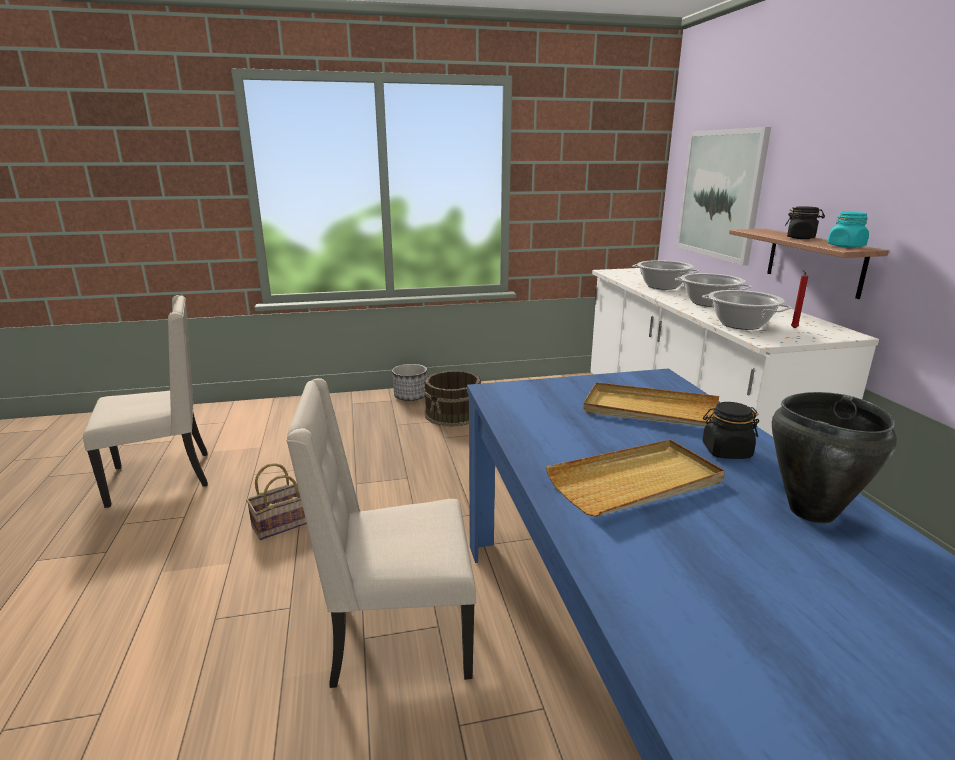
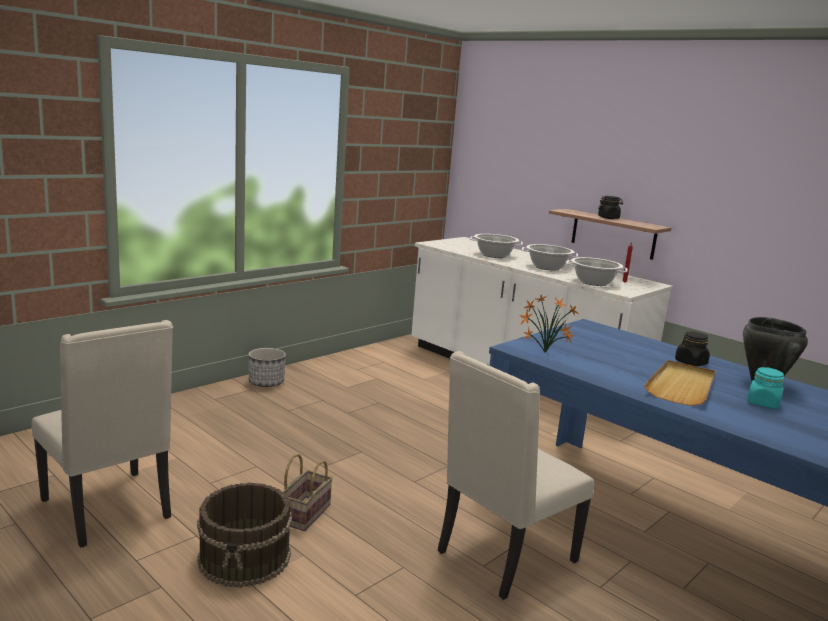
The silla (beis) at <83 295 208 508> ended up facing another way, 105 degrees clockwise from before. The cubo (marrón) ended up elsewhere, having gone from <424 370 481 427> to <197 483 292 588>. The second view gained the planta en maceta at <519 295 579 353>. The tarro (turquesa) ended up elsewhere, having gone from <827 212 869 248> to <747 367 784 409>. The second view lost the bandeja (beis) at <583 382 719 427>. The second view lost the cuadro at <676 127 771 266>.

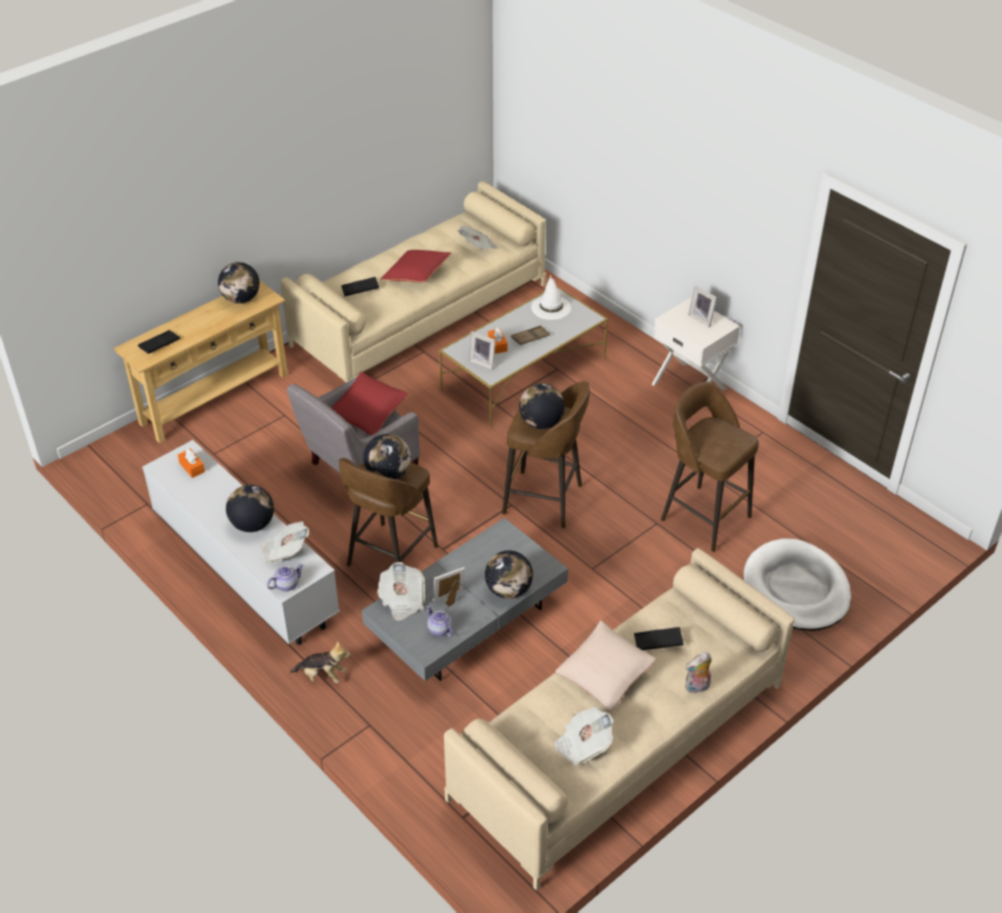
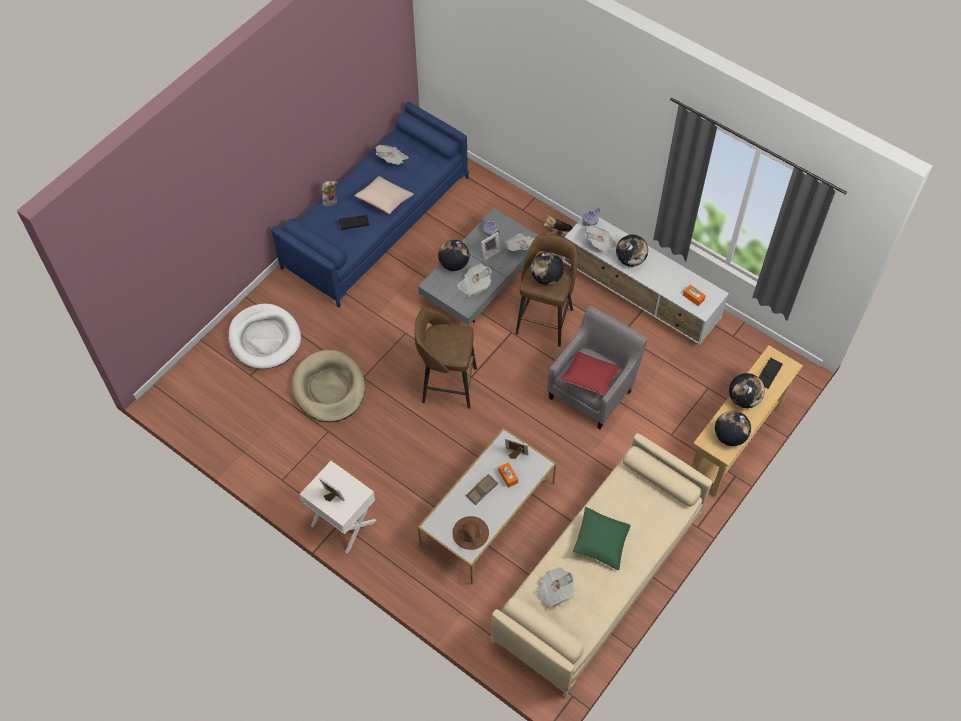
What was the sofá (beis) at <444 548 794 891> turned into the sofá (azul) at <271 102 469 308>. Where the taburete (marrón) stood at <661 381 759 552>, the cama para perro (beis) came to stand at <292 350 365 422>. What was the sombrero (blanco) at <531 275 571 320> turned into the sombrero (marrón) at <452 516 489 550>. The second view gained the periódico at <458 264 492 297>. What was the cojín (rojo) at <381 250 451 283> turned into the cojín (verde) at <573 507 631 570>. The globo terráqueo ended up elsewhere, having gone from <519 384 565 429> to <729 373 765 408>. The second view lost the bandeja (negro) at <341 277 379 296>.

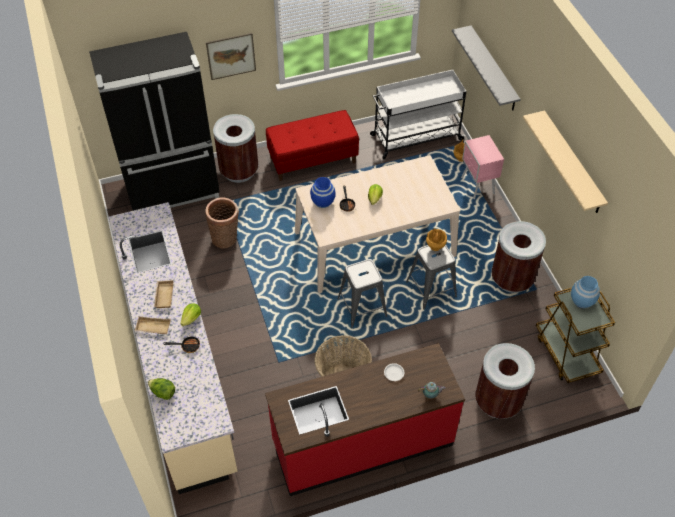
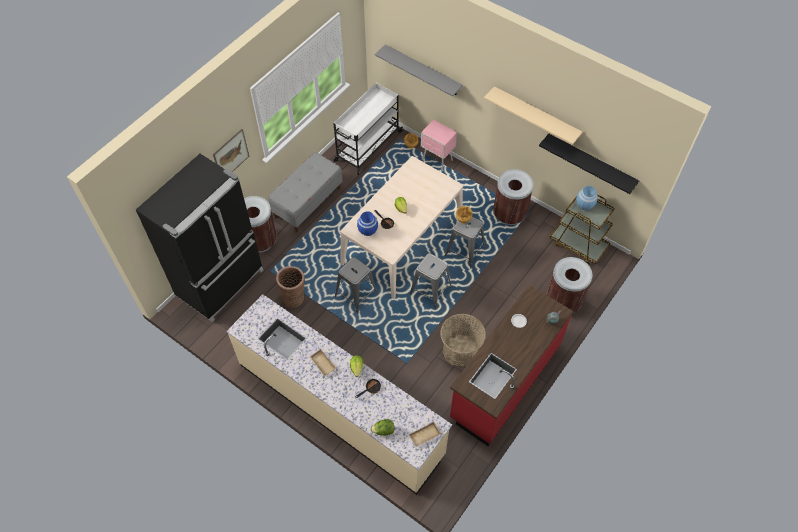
What was the banco (rojo) at <266 110 359 181> turned into the banco (gris) at <268 152 343 232>. The second view gained the taburete (gris) at <335 257 378 314>. The bandeja (beis) ended up elsewhere, having gone from <135 316 171 334> to <409 421 441 447>. The second view gained the estante (negro) at <539 134 639 194>.

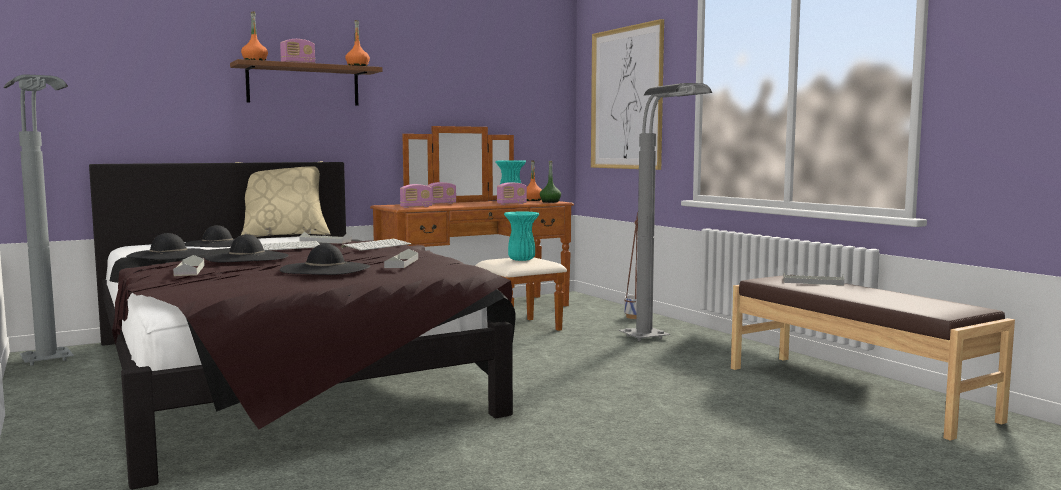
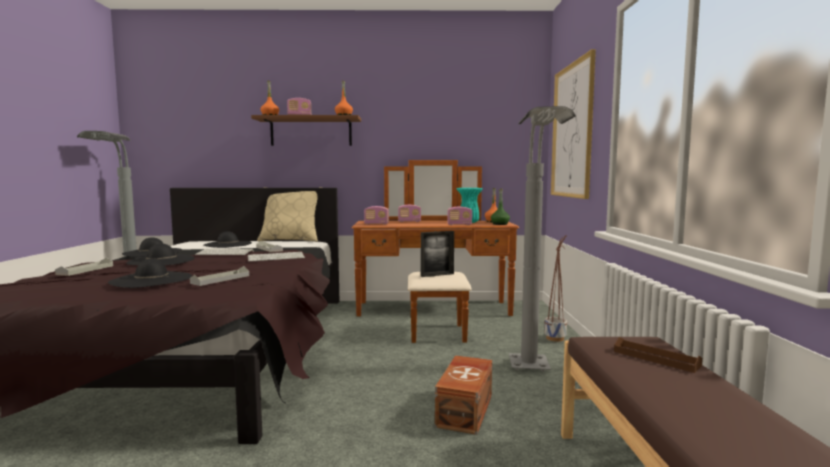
Where the florero (turquesa) stood at <504 212 539 261>, the portarretratos came to stand at <421 231 454 277>. The second view gained the caja de almacenaje (marrón) at <435 355 492 435>. What was the bandeja (gris) at <783 272 844 285> turned into the bandeja (marrón) at <614 337 702 373>.

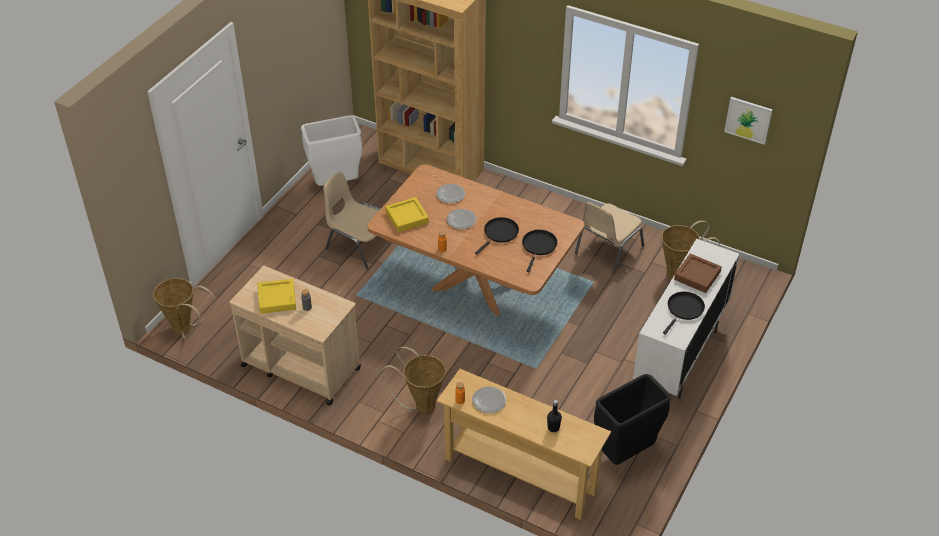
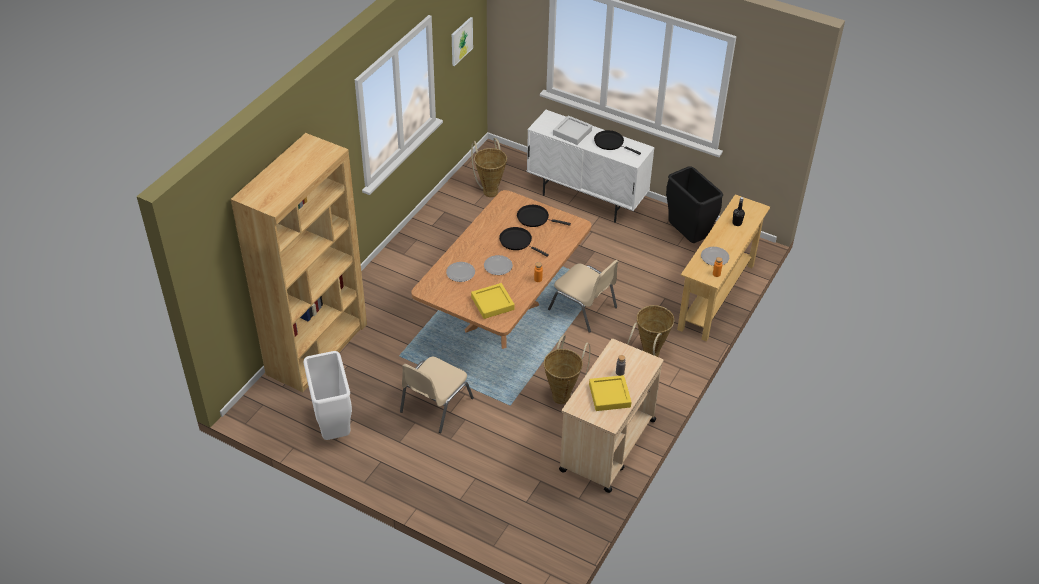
The cesta ended up elsewhere, having gone from <153 278 215 339> to <544 335 591 404>. The silla (beis) ended up elsewhere, having gone from <575 202 644 274> to <548 260 619 333>. What was the bandeja (marrón) at <674 253 722 293> turned into the bandeja (gris) at <553 116 592 145>.

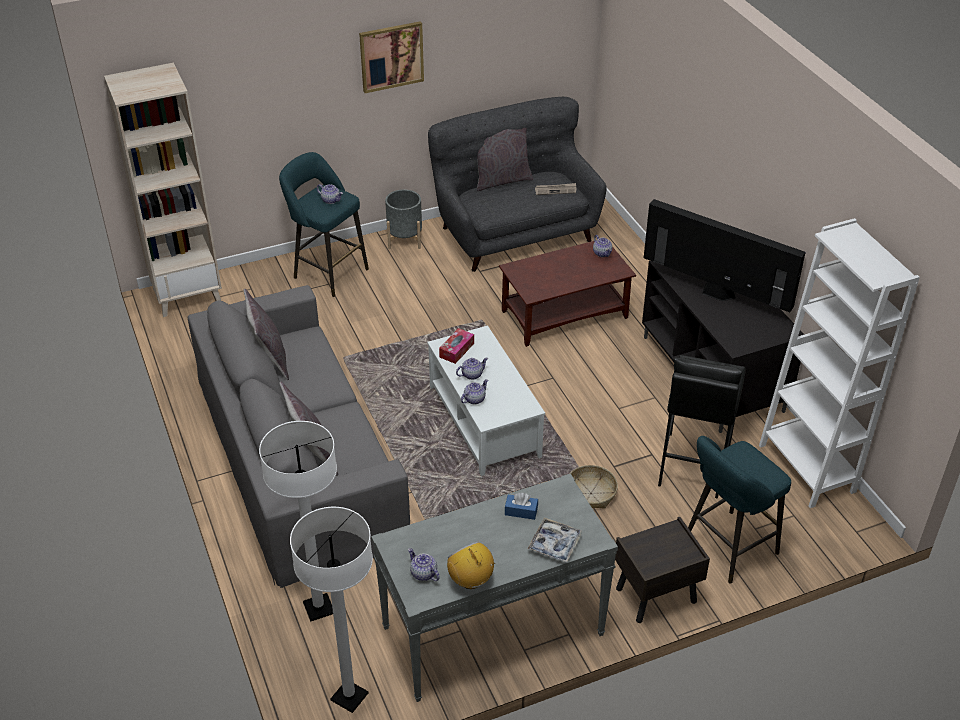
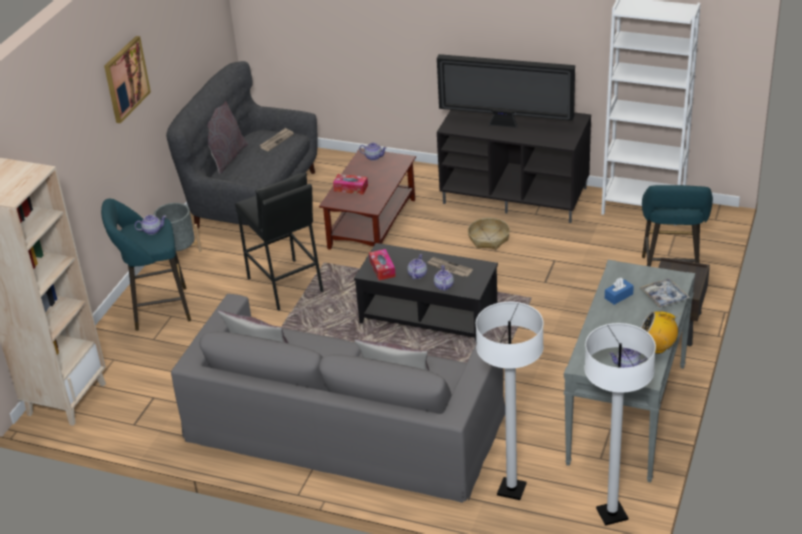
The taburete (negro) ended up elsewhere, having gone from <658 355 746 499> to <235 173 324 311>. The second view gained the caja de pañuelos at <333 174 368 195>. What was the mesa de centro (blanco) at <427 326 545 476> turned into the mesa de centro (negro) at <354 243 498 341>. The second view gained the periódico at <427 257 473 277>. The televisor at <644 199 806 312> ended up facing another way, 150 degrees counterclockwise from before. The cesta ended up elsewhere, having gone from <571 465 618 509> to <468 218 510 249>.

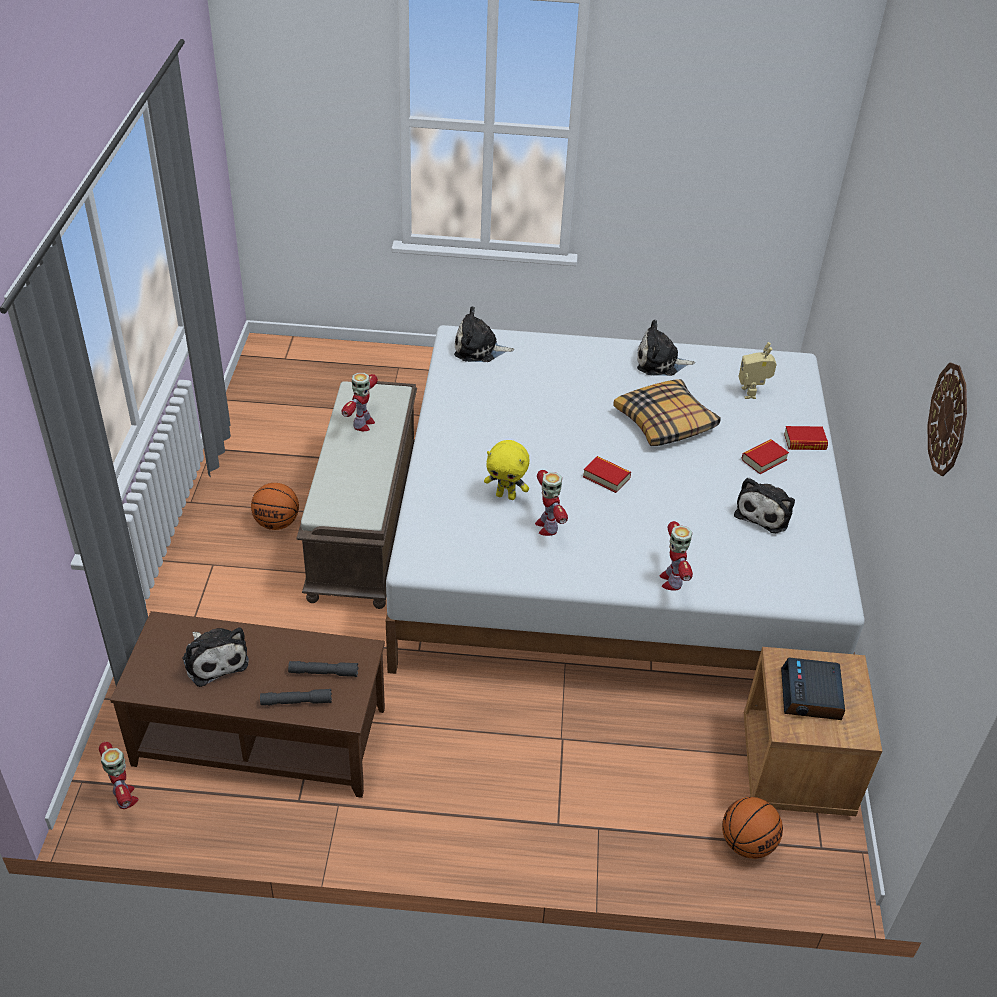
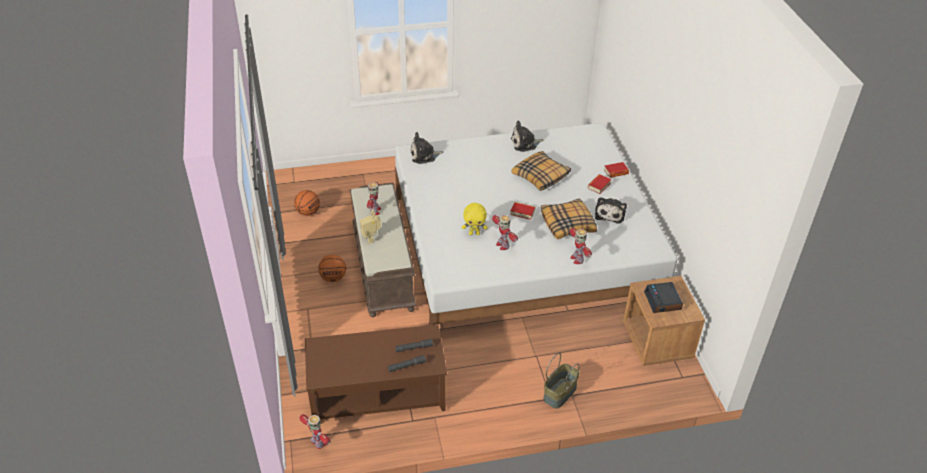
The balón de baloncesto ended up elsewhere, having gone from <722 797 783 859> to <294 190 320 216>. The robot de juguete ended up elsewhere, having gone from <738 342 777 399> to <360 209 381 244>. The second view gained the cojín at <541 198 597 239>. The second view gained the cesta at <543 353 580 409>. The second view lost the peluche at <183 627 249 687>. The second view lost the reloj de pared at <927 363 967 476>.

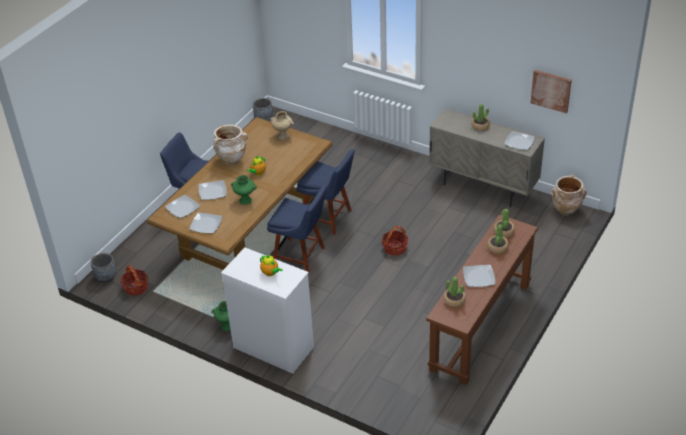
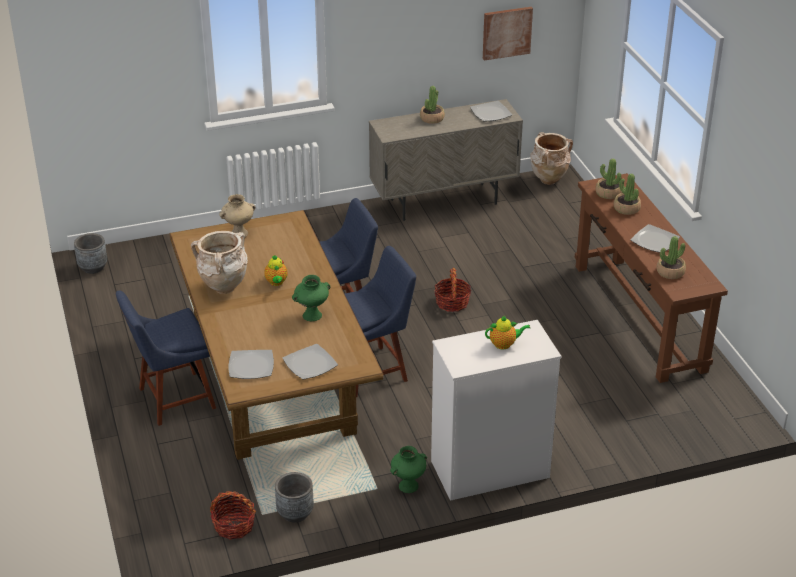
The maceta (gris) ended up elsewhere, having gone from <90 253 116 283> to <275 472 314 523>. The second view lost the plato at <199 180 227 200>.

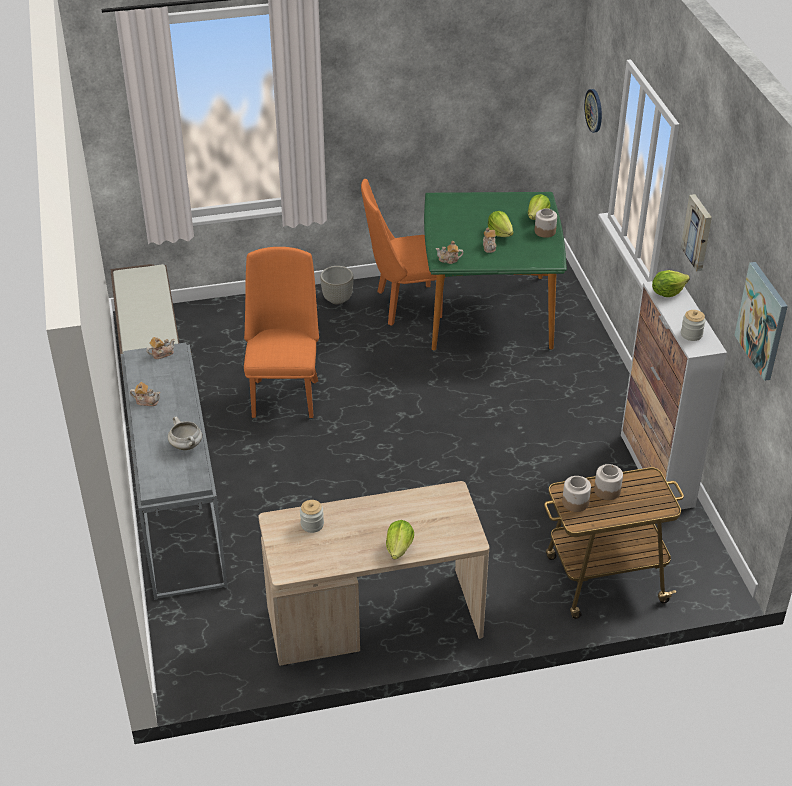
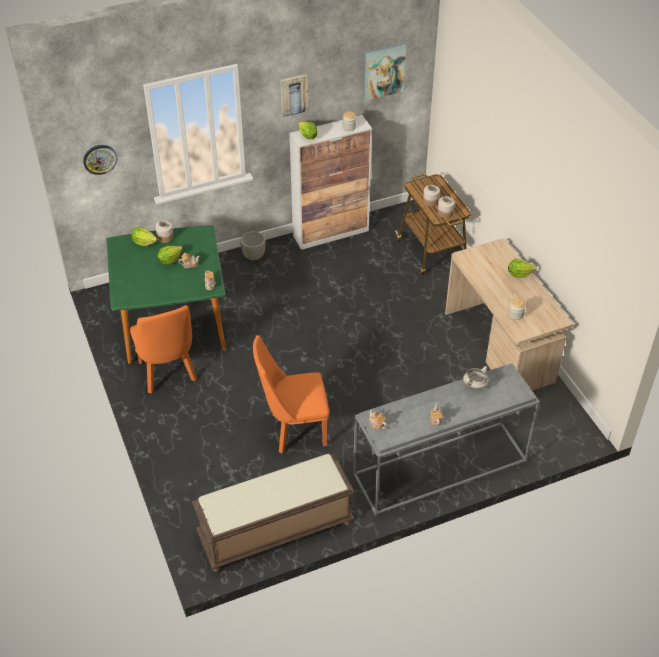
The maceta (gris) ended up elsewhere, having gone from <320 266 353 305> to <240 231 265 261>.

